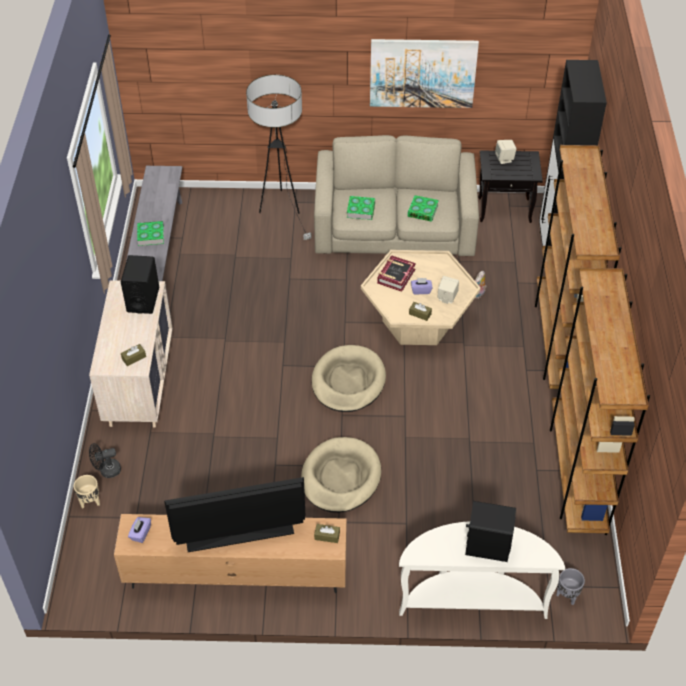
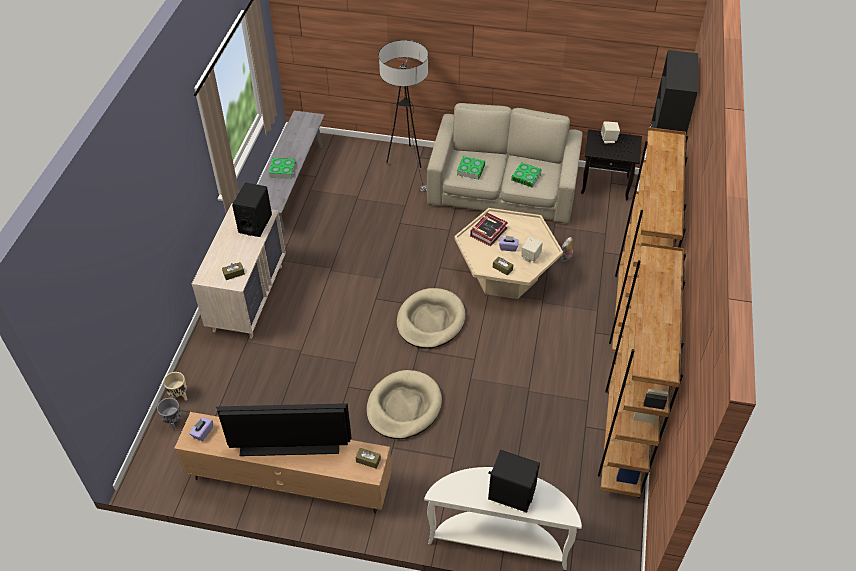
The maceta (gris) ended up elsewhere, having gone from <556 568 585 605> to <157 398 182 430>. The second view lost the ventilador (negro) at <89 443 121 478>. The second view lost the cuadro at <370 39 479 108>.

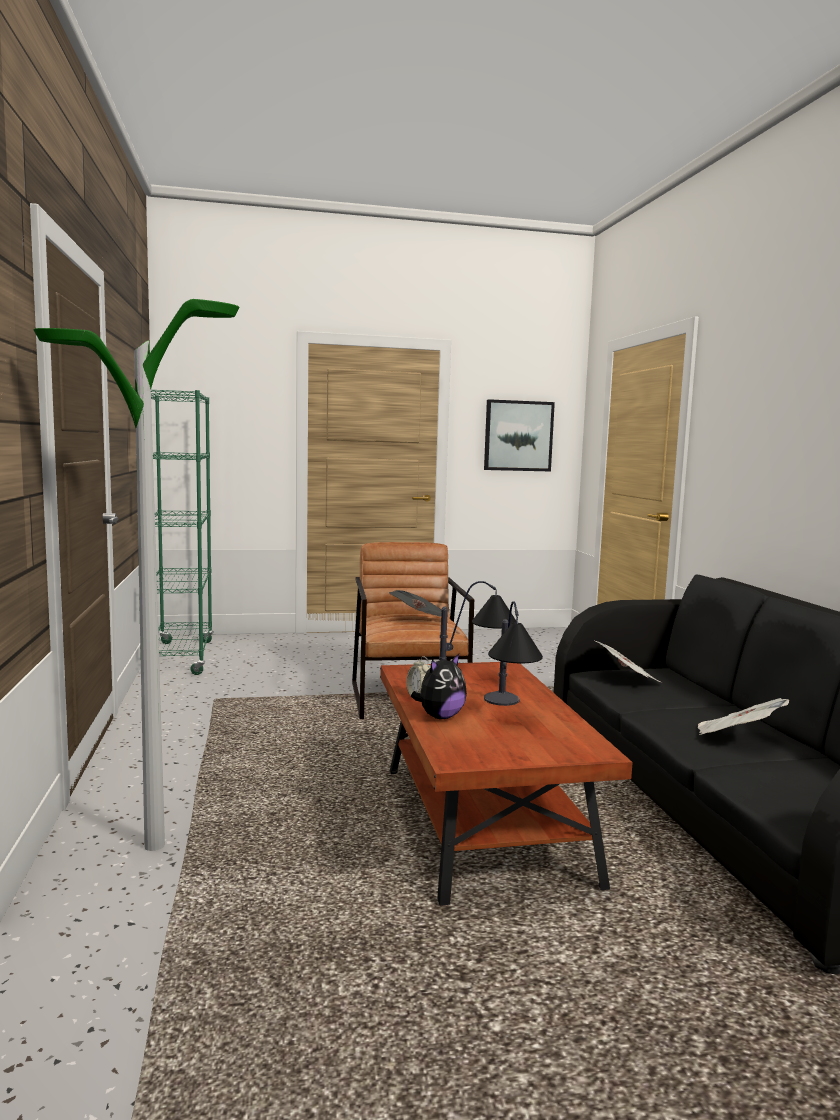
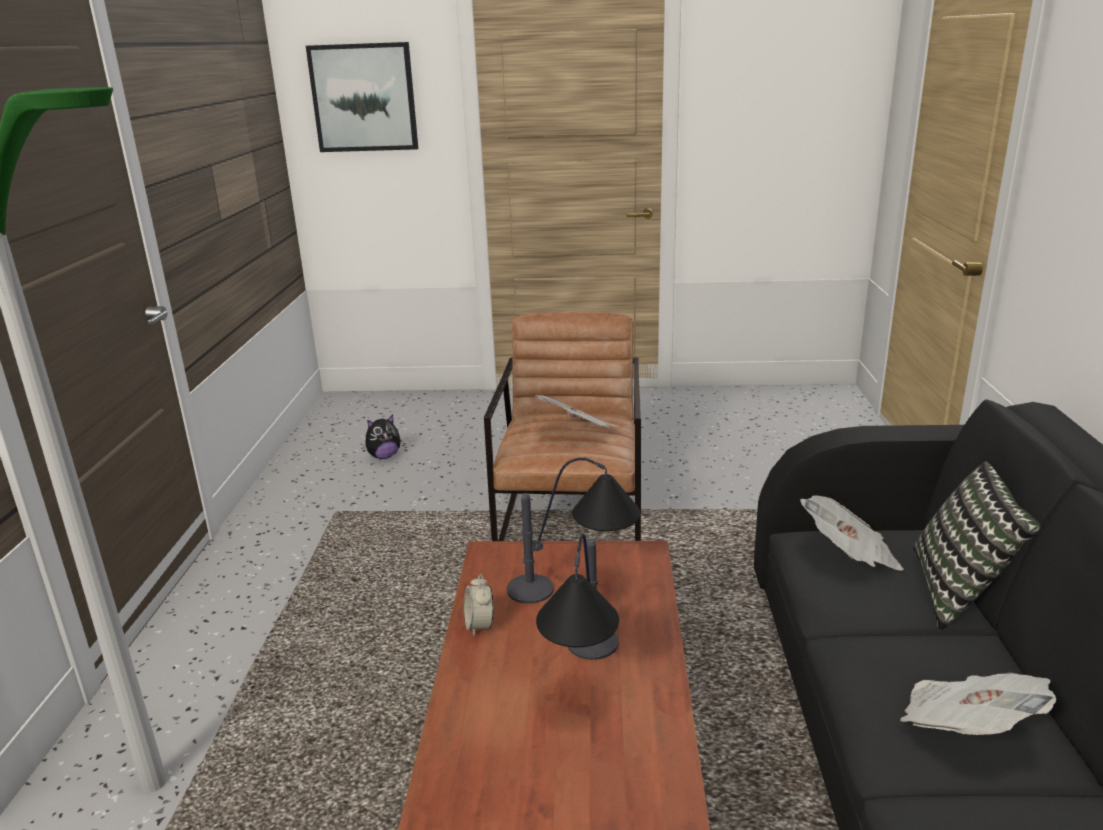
The cuadro ended up elsewhere, having gone from <484 399 555 471> to <306 42 418 152>. The peluche ended up elsewhere, having gone from <411 654 467 719> to <365 415 401 459>. The second view gained the cojín at <913 461 1041 631>. The second view lost the estantería (verde) at <151 390 213 675>.

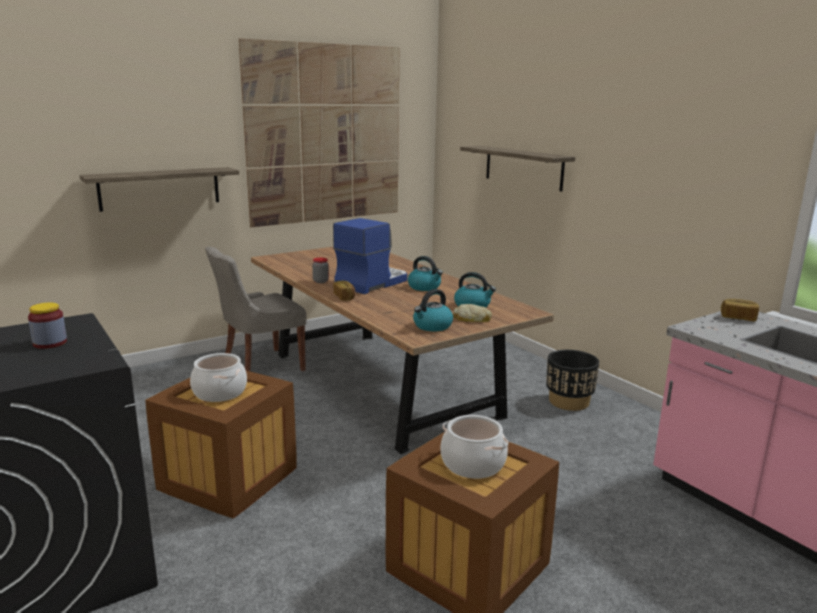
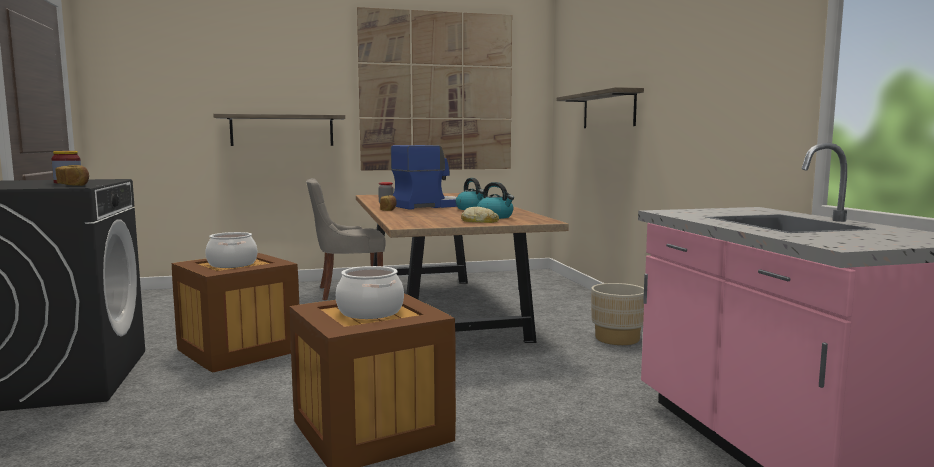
The pan ended up elsewhere, having gone from <721 299 759 321> to <56 165 89 186>. What was the maceta (negro) at <546 350 599 411> turned into the maceta (beis) at <591 283 644 345>. The second view lost the hervidor at <413 289 453 331>.

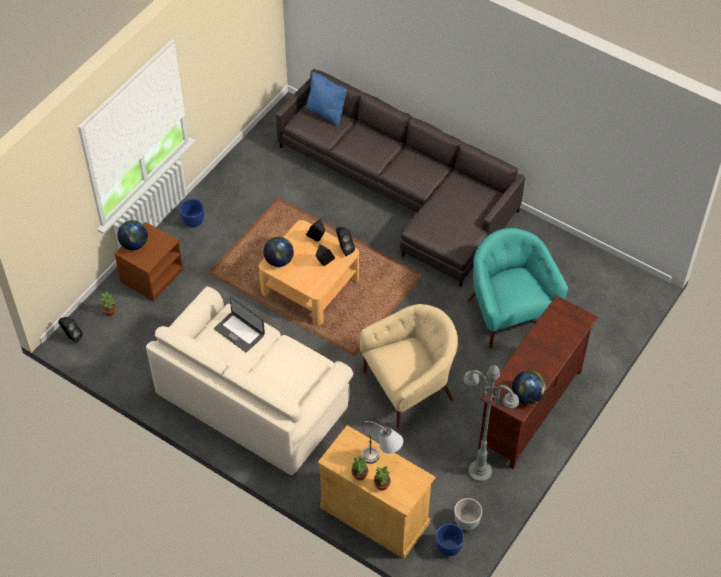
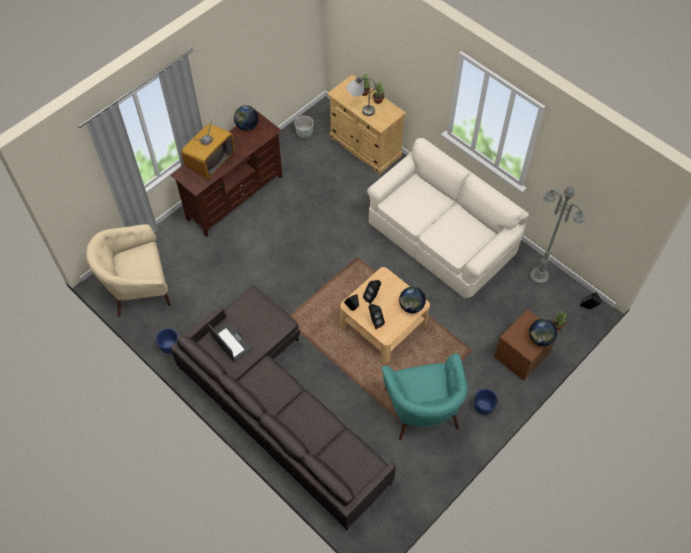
The sillón (beis) ended up elsewhere, having gone from <360 304 458 428> to <86 224 171 317>. The maceta (azul) ended up elsewhere, having gone from <436 524 464 556> to <156 328 178 354>. The second view gained the televisor at <181 120 235 179>. The portátil ended up elsewhere, having gone from <214 296 265 353> to <208 322 253 361>. The sillón (turquesa) ended up elsewhere, having gone from <467 228 568 348> to <381 353 468 440>. The lámpara de pie (gris) ended up elsewhere, having gone from <464 365 519 482> to <530 186 586 284>. The second view lost the cojín (azul) at <305 72 347 126>.

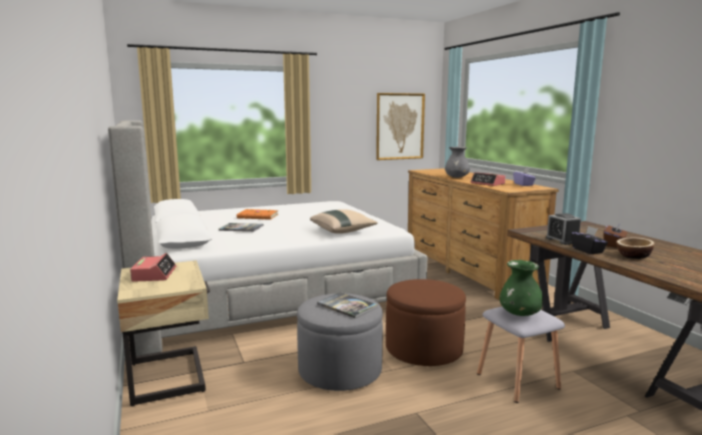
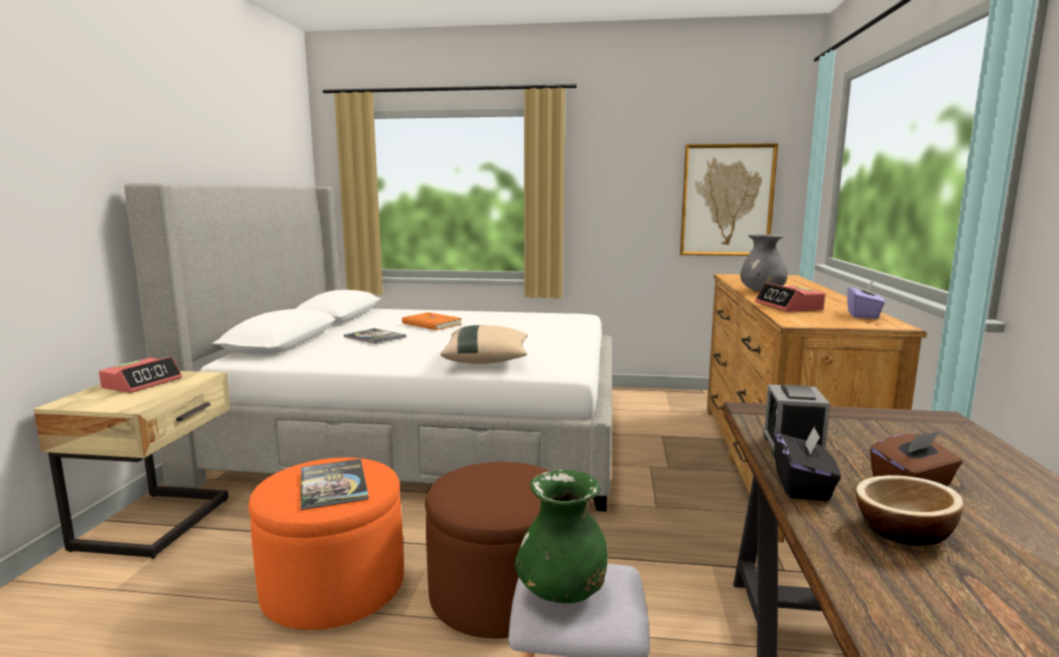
What was the puf (gris) at <297 294 383 391> turned into the puf (naranja) at <249 457 404 630>.

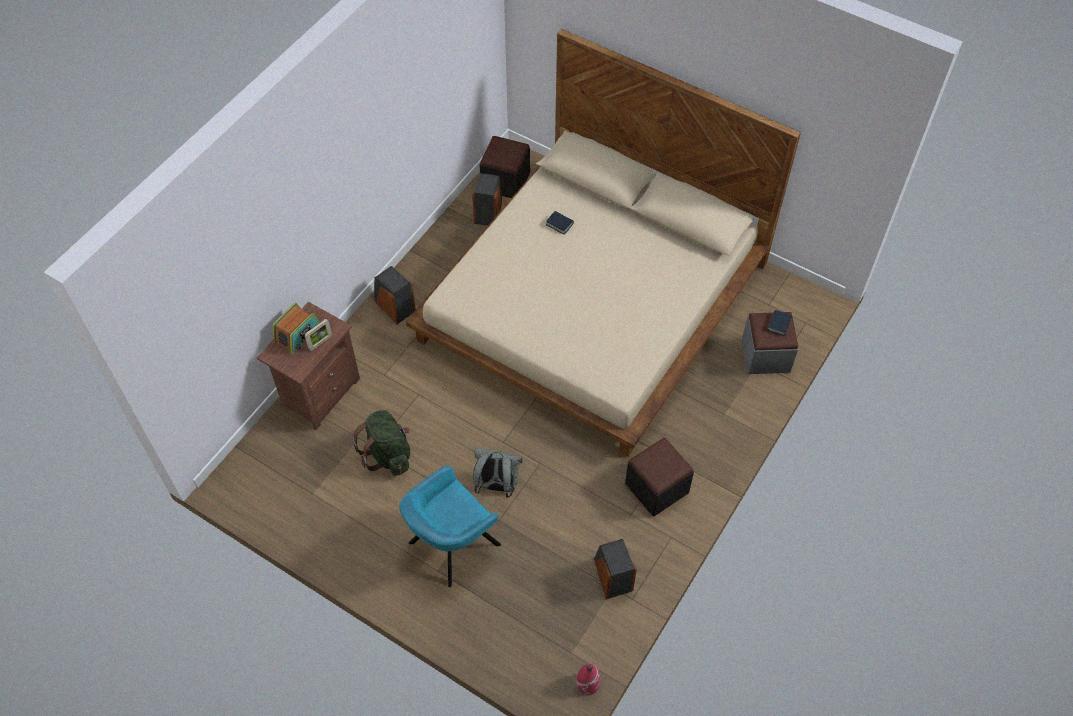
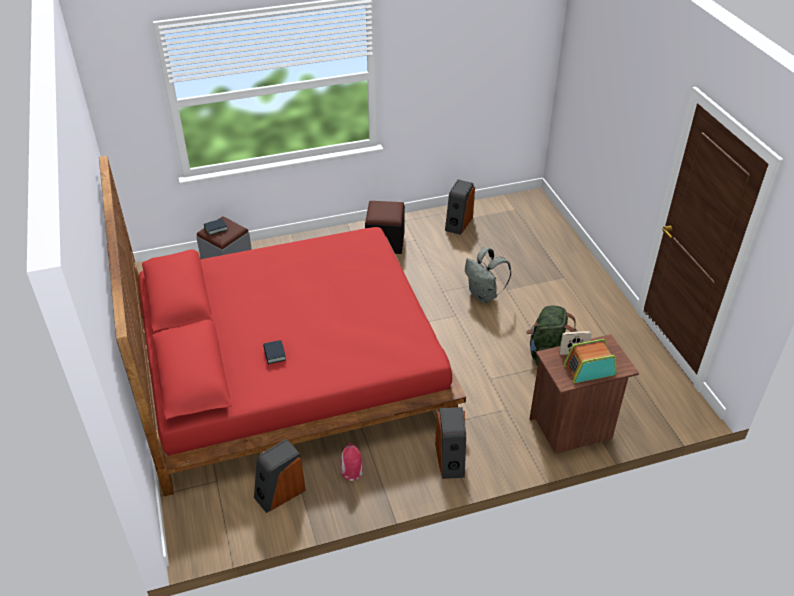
What was the cama (beis) at <406 29 801 457> turned into the cama (rojo) at <99 156 466 496>. The florero (rojo) ended up elsewhere, having gone from <576 664 600 695> to <341 443 363 481>. The second view lost the sillón (turquesa) at <399 466 501 587>. The second view lost the puf (negro) at <480 136 530 198>.

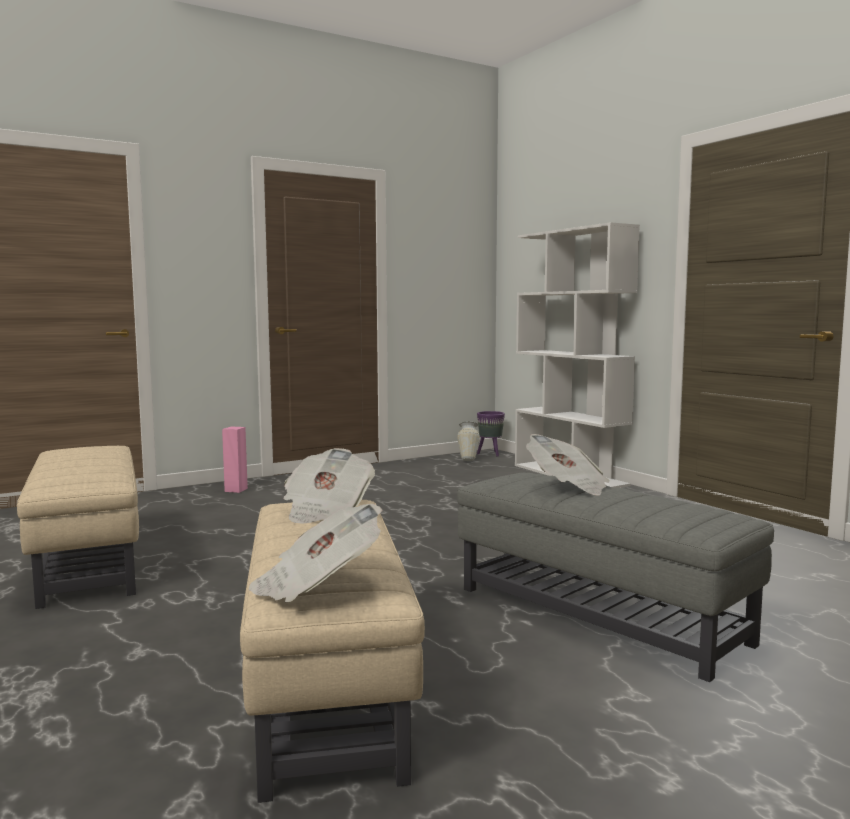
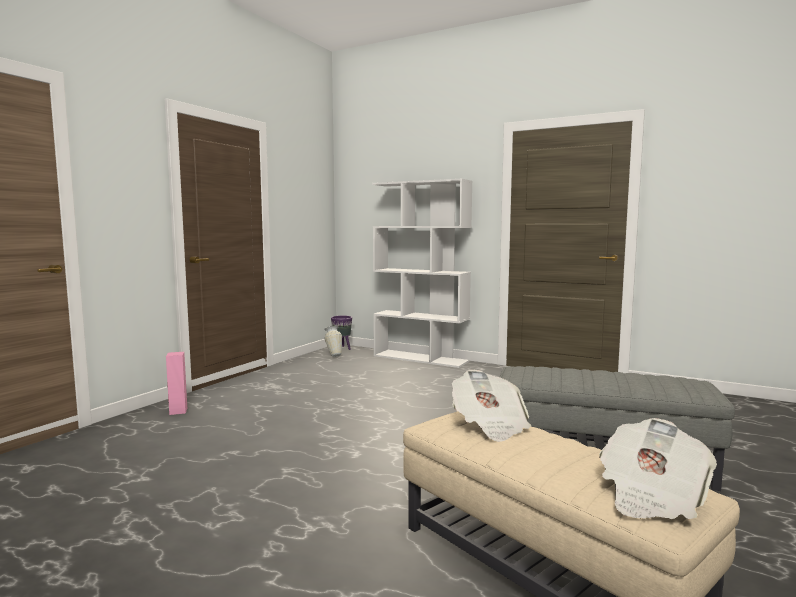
The second view lost the puf (beis) at <17 446 139 609>. The second view lost the periódico at <526 434 610 496>.

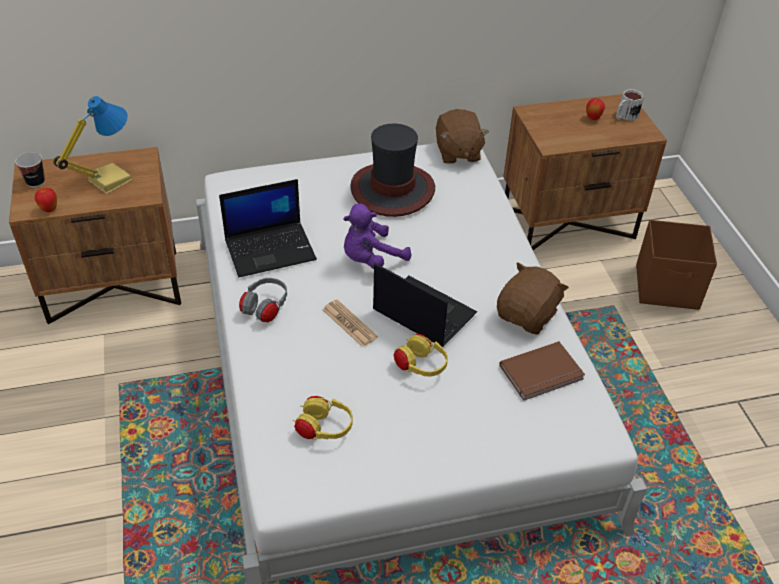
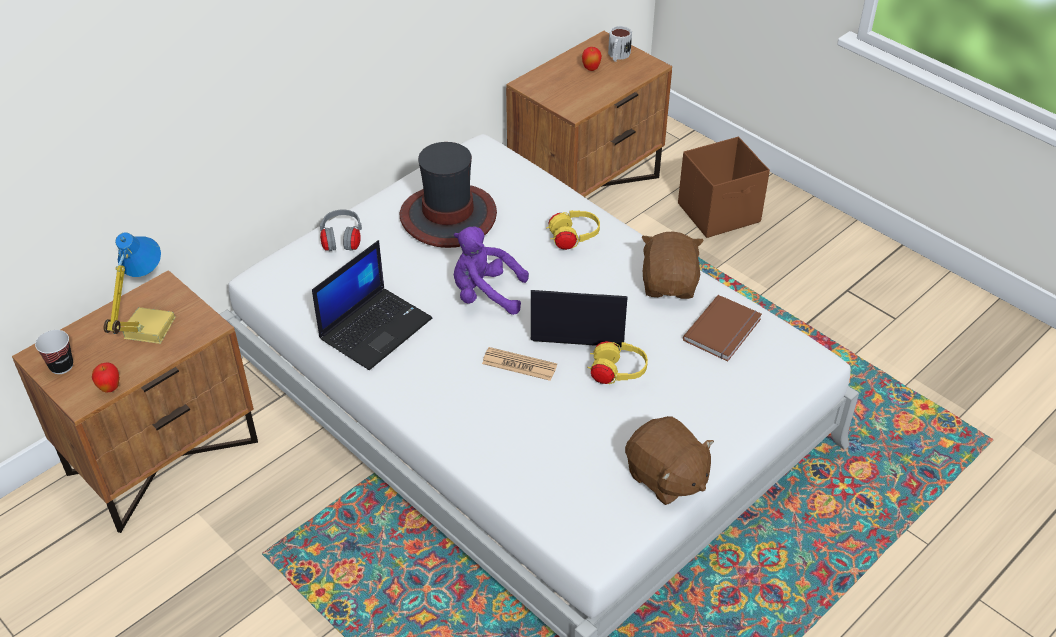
The auriculares (gris) ended up elsewhere, having gone from <239 278 287 322> to <320 209 362 251>. The peluche (morado) at <343 203 411 269> ended up facing another way, 75 degrees clockwise from before. The auriculares (amarillo) ended up elsewhere, having gone from <293 396 353 440> to <546 210 600 250>. The peluche (marrón) ended up elsewhere, having gone from <436 109 489 164> to <625 416 714 505>.

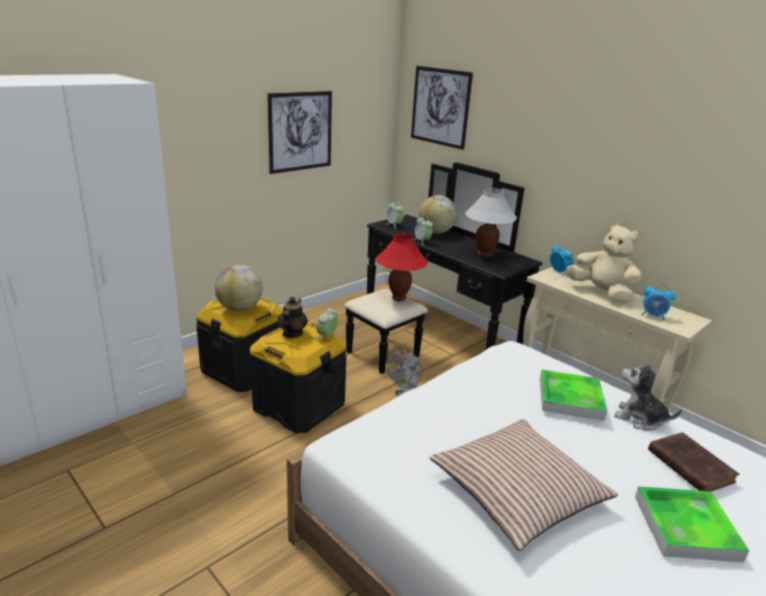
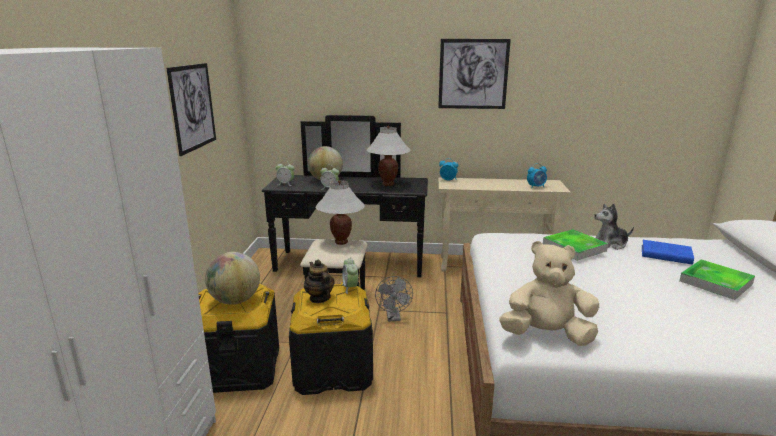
What was the lámpara de mesa (rojo) at <376 233 428 301> turned into the lámpara de mesa (blanco) at <315 180 365 245>. The cuadro ended up elsewhere, having gone from <411 66 473 150> to <438 39 511 109>. The peluche (beis) ended up elsewhere, having gone from <566 223 641 303> to <499 241 599 346>. What was the libro (marrón) at <648 432 739 491> turned into the libro (azul) at <642 240 694 265>. The second view lost the cojín at <430 419 618 551>.

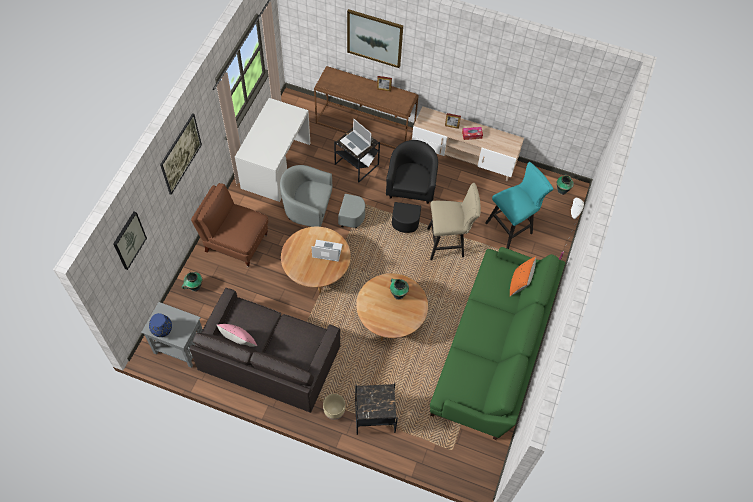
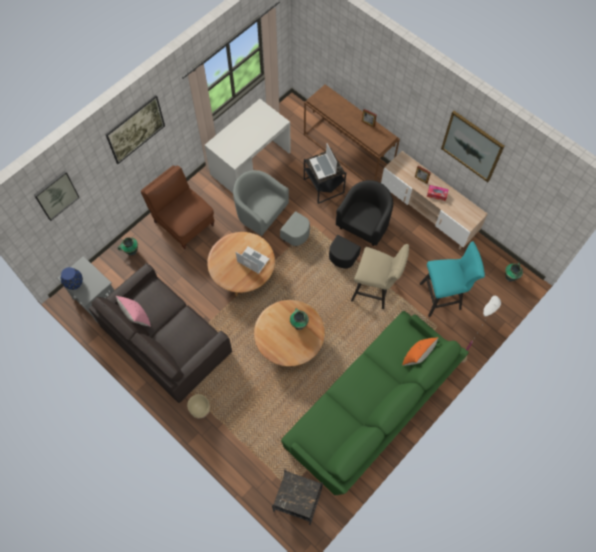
The mesa auxiliar (negro) ended up elsewhere, having gone from <355 383 398 435> to <272 469 323 525>. The cuadro ended up elsewhere, having gone from <347 9 403 68> to <441 111 504 182>.

